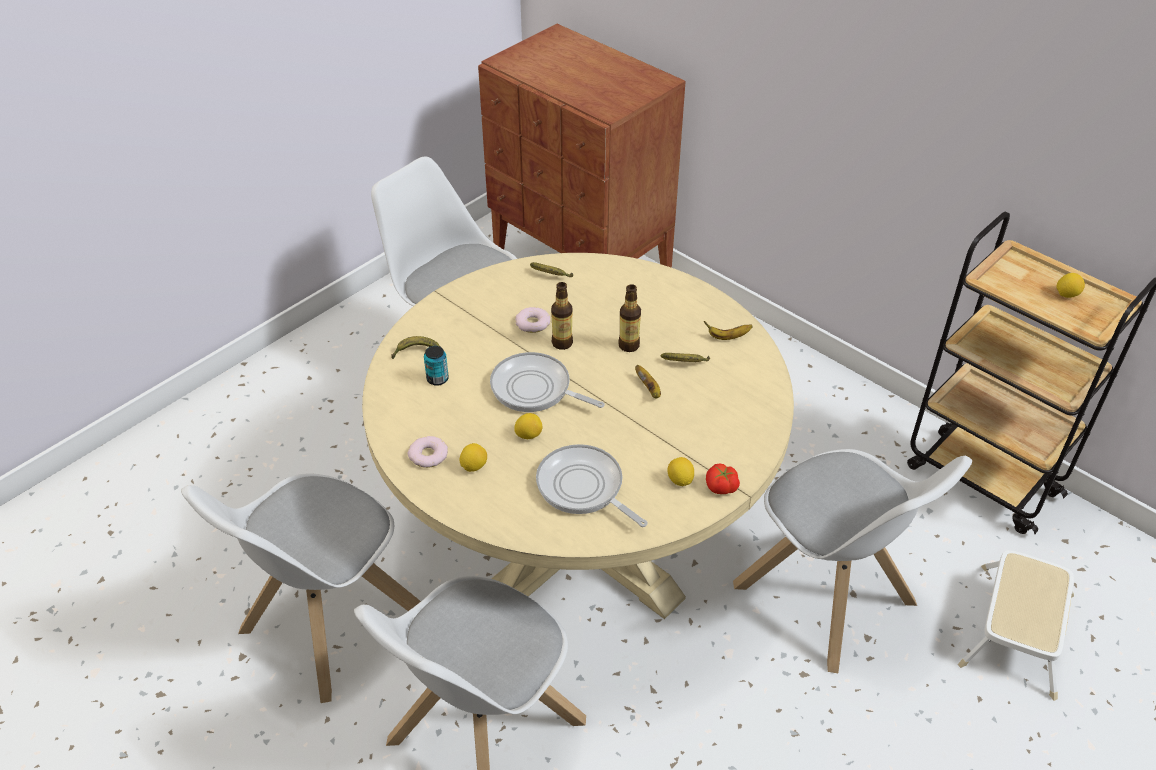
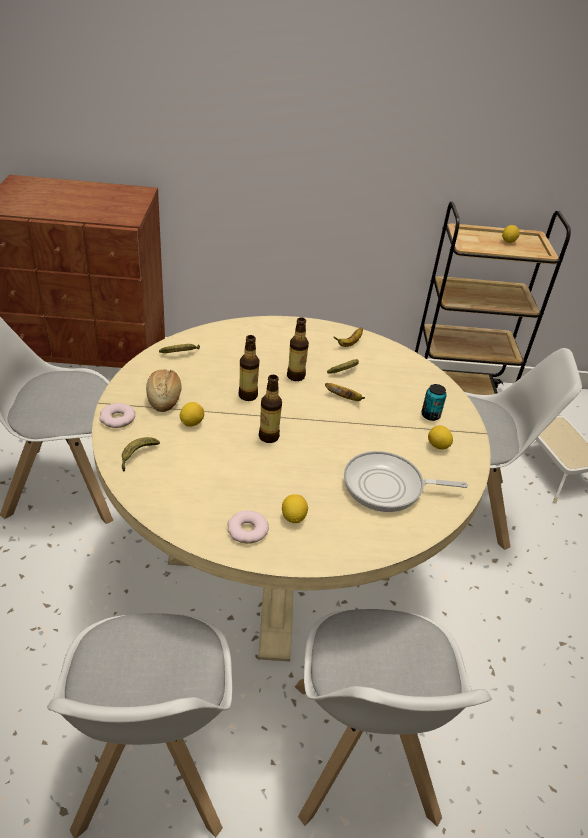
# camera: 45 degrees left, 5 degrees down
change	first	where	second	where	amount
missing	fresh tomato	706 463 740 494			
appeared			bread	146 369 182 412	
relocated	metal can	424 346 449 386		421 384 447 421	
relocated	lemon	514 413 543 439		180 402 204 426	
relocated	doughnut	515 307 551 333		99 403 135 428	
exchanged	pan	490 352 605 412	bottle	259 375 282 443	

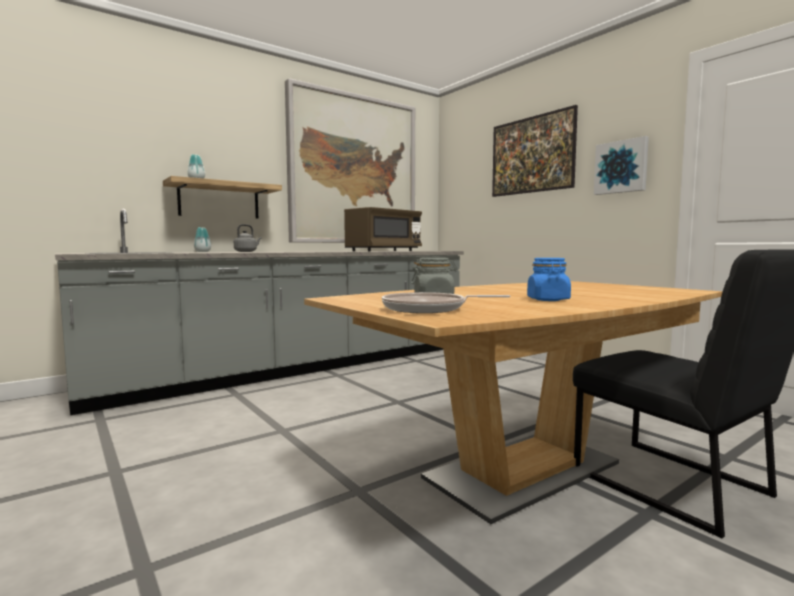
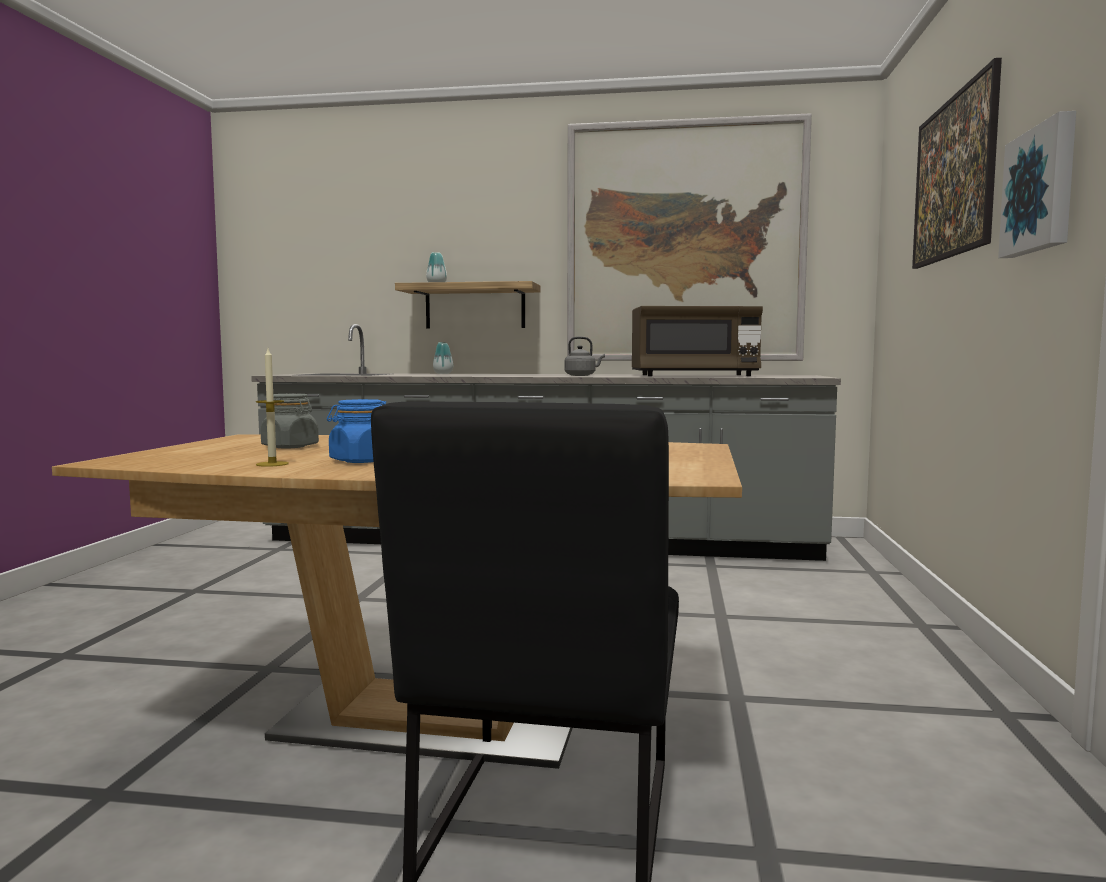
# camera: 45 degrees right, 0 degrees up
change	first	where	second	where	amount
missing	pan	382 292 510 313			
appeared			wax light	256 349 289 467	
relocated	gray tea kettle	234 224 262 252		564 337 605 376	

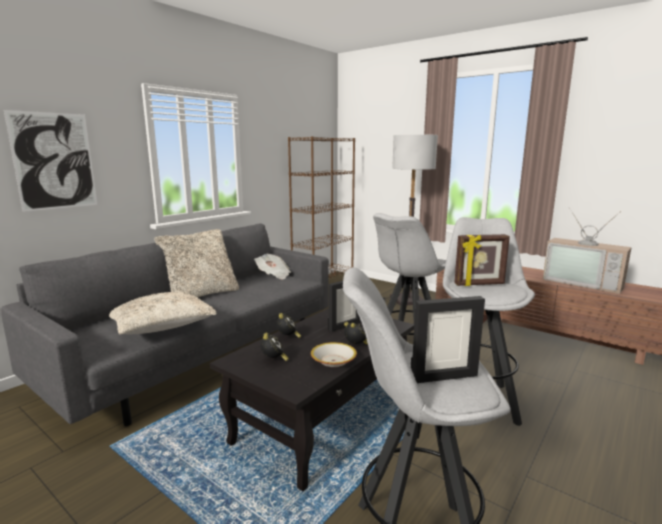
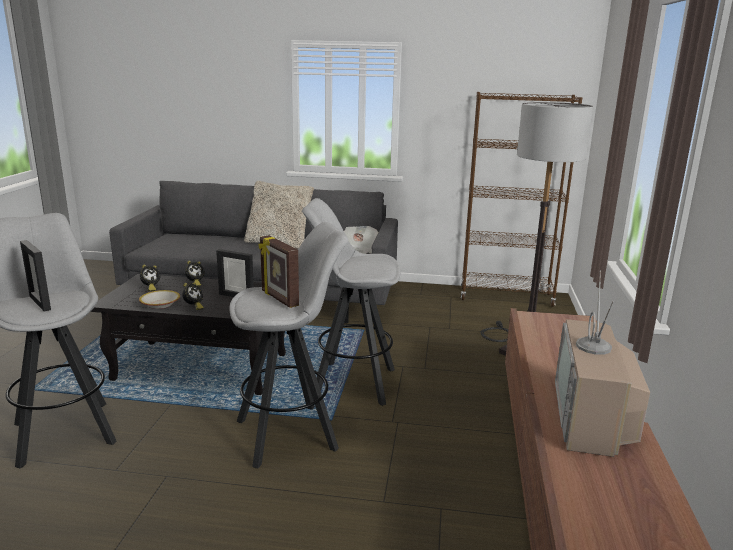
# camera: 60 degrees right, 5 degrees up
change	first	where	second	where	amount
missing	picture	4 110 97 212			
missing	beige pillow	109 292 216 334			

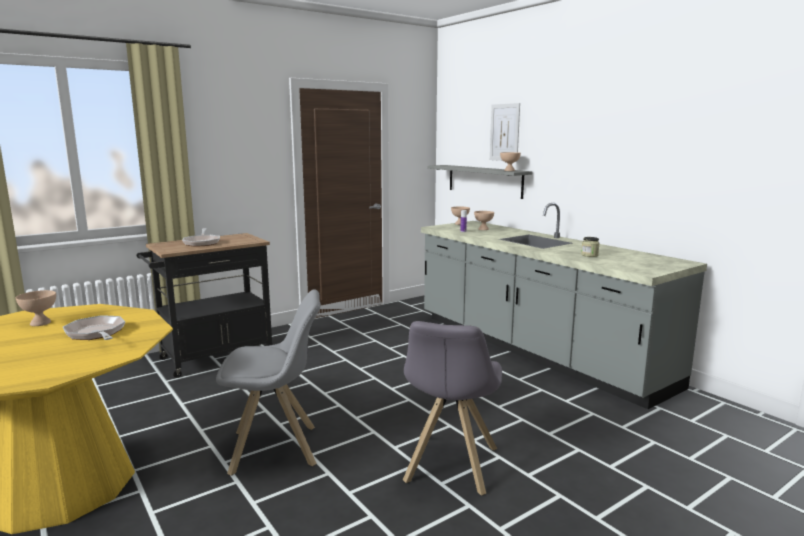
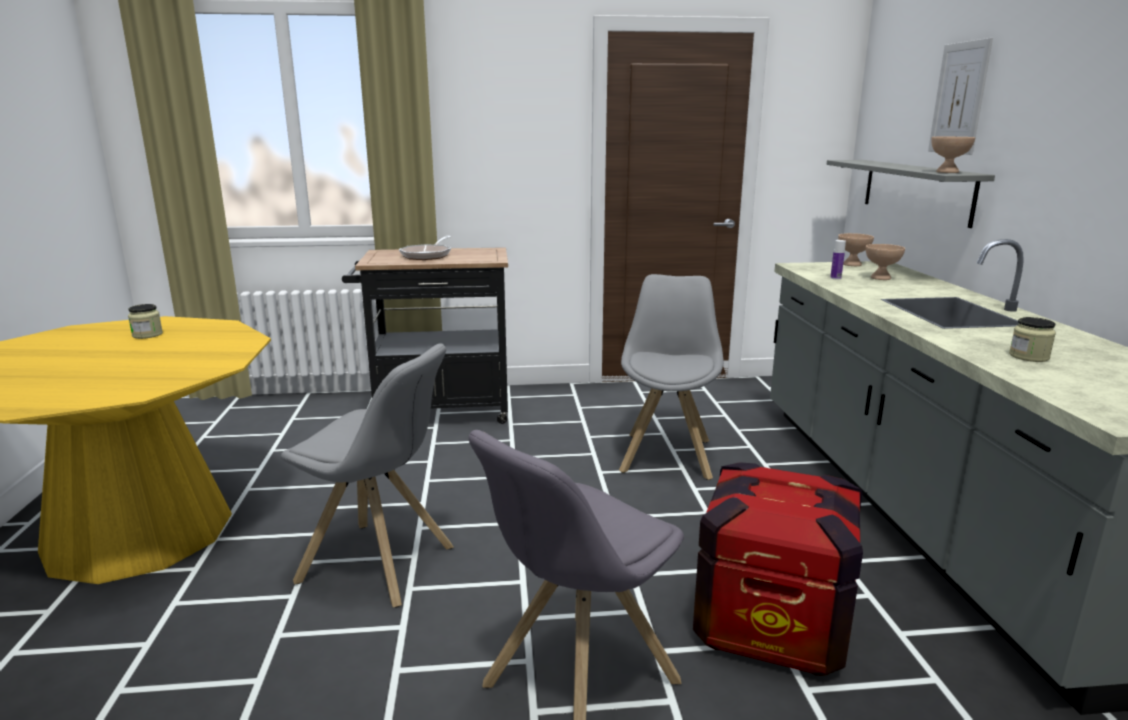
# camera: 30 degrees right, 5 degrees up
change	first	where	second	where	amount
missing	pan	63 315 125 340			
appeared			gray plain chair	619 274 724 480	
appeared			shipping crate	693 462 863 675	
exchanged	beige deep dish	16 290 56 326	preserve jar	128 304 163 339	

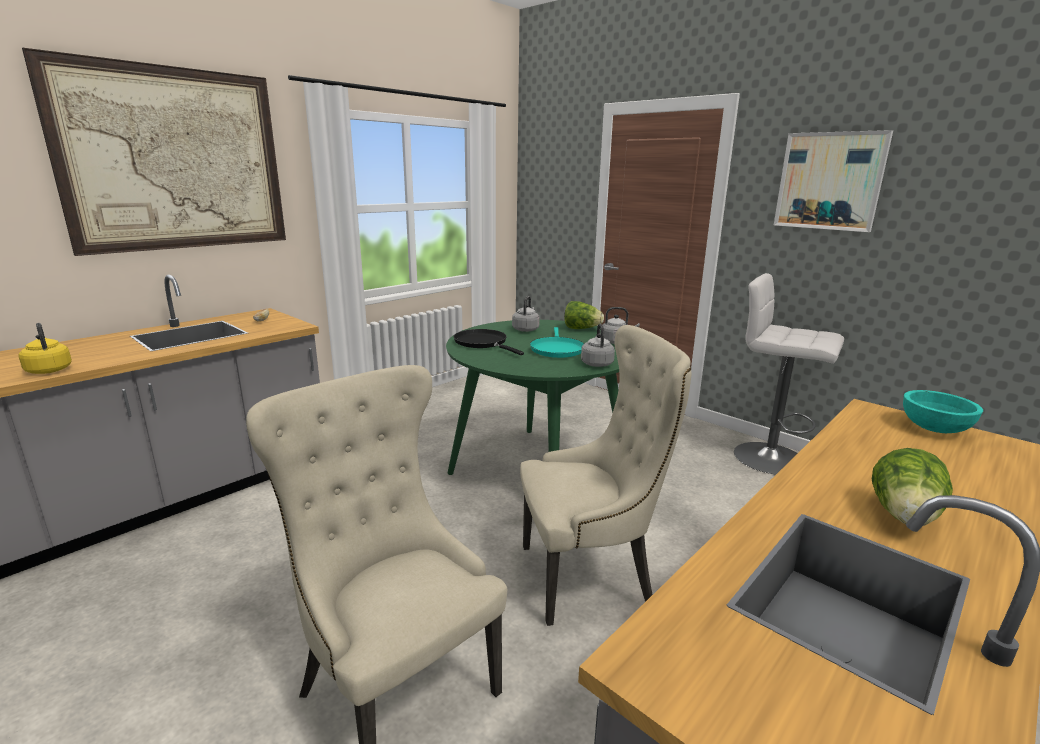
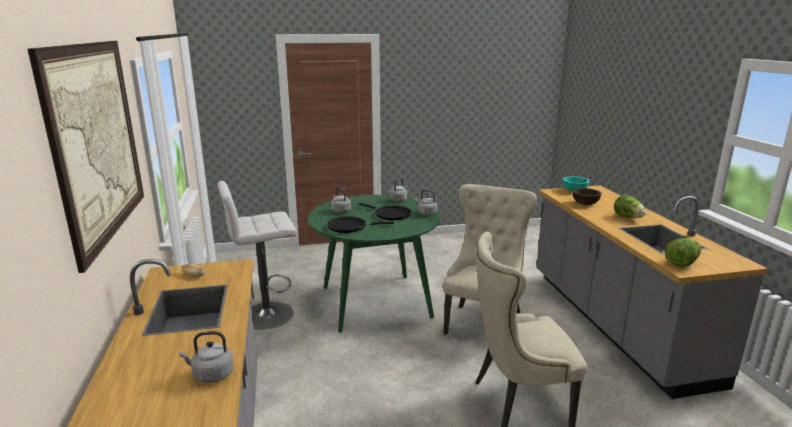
# camera: 55 degrees left, 0 degrees up
change	first	where	second	where	amount
missing	picture	774 130 893 232			
appeared			brown-coloured deep dish	573 188 602 205	
relocated	lettuce head	564 301 604 329		665 238 701 267	
relocated	whitish stool	734 273 844 475		218 181 297 330	
colour	yellow tea kettle	19 323 72 374	gray tea kettle	179 331 234 383	
colour	turquoise-coloured pan	530 327 584 358	black-coloured pan	358 203 412 220	

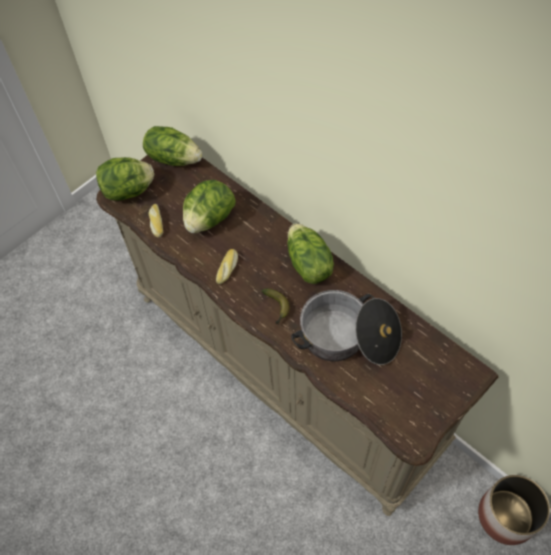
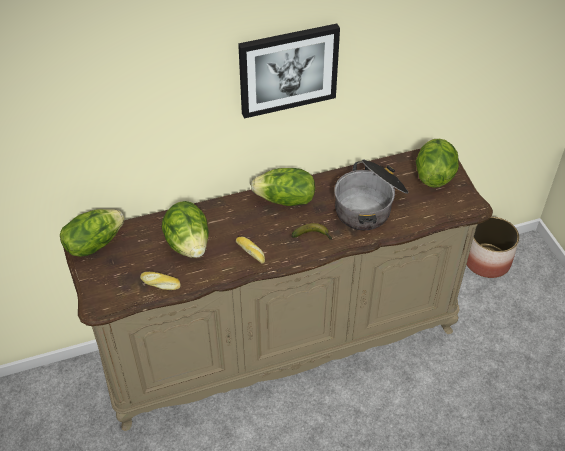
# camera: 65 degrees left, 10 degrees down
change	first	where	second	where	amount
appeared			picture	238 24 340 119	
relocated	lettuce head	96 157 154 201		416 139 459 188	

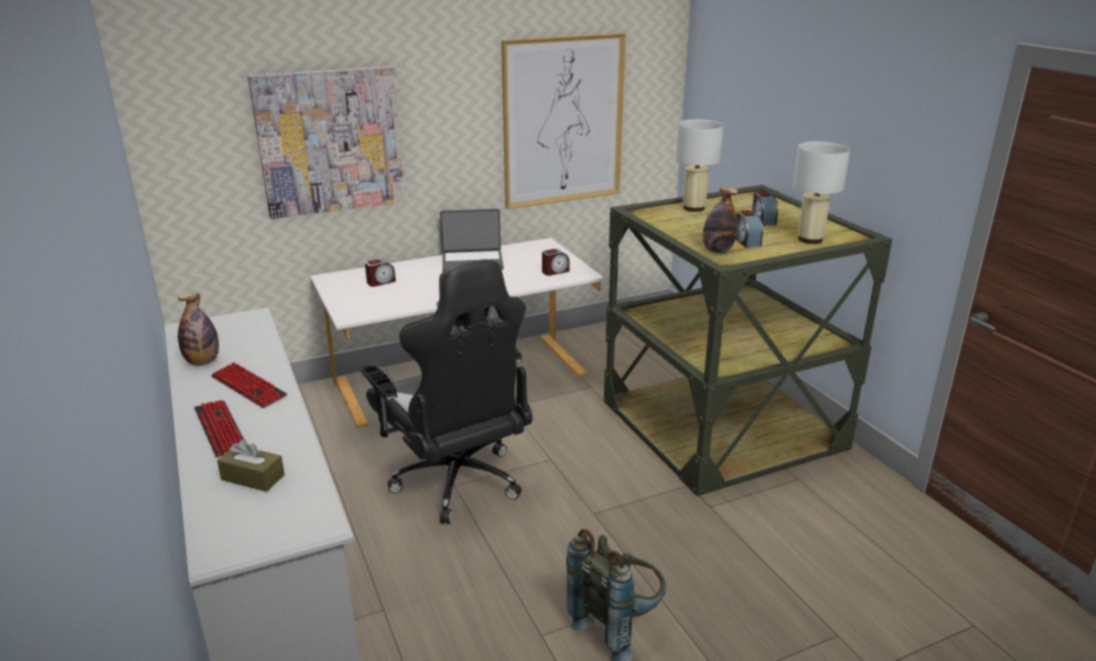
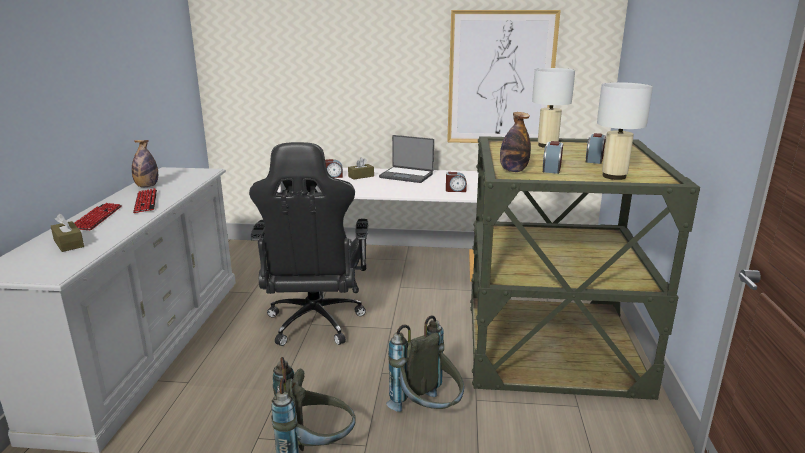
# camera: 30 degrees right, 5 degrees down
change	first	where	second	where	amount
missing	picture	248 66 405 219			
appeared			brown-coloured tissue holder	348 157 374 180	
appeared			gray knapsack	386 315 464 412	

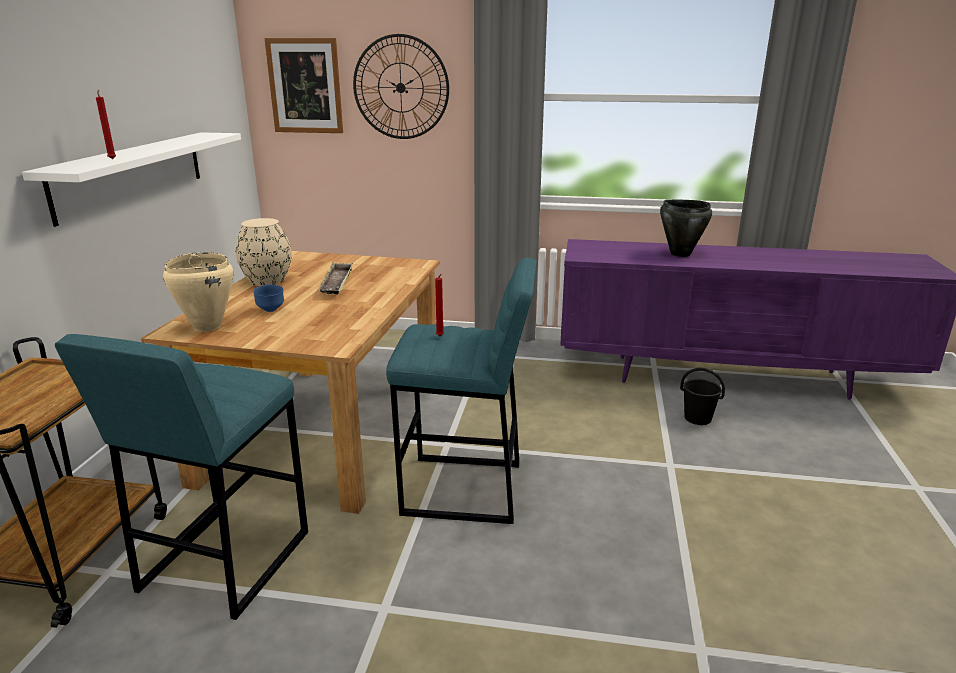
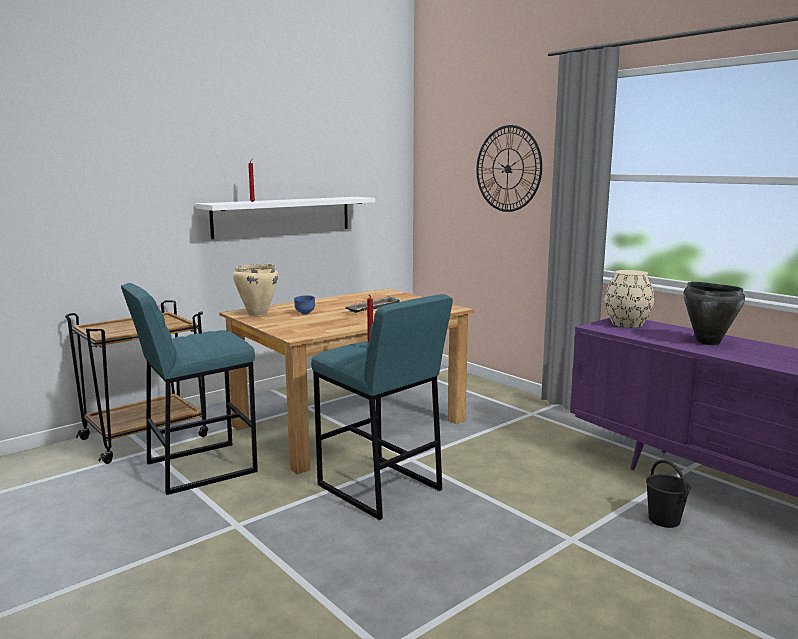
# camera: 40 degrees right, 10 degrees down
change	first	where	second	where	amount
missing	picture	265 38 343 133			
relocated	beige vase	236 218 292 286		605 270 654 328	

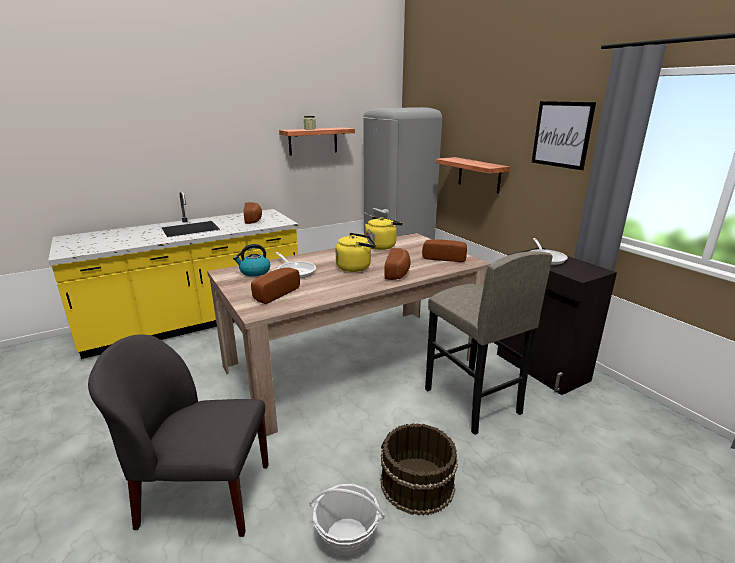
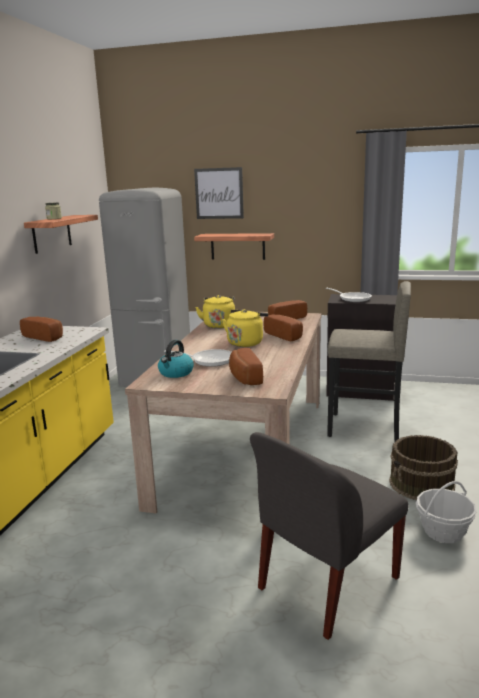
# camera: 45 degrees left, 5 degrees down
change	first	where	second	where	amount
relocated	picture	532 101 596 170		194 167 244 219	

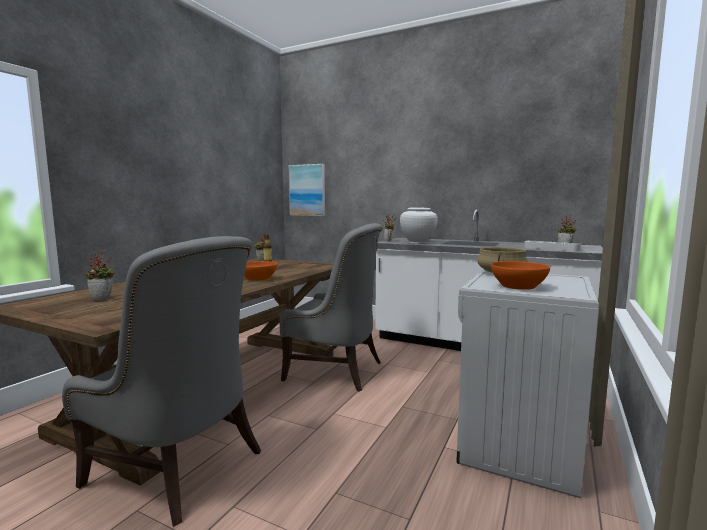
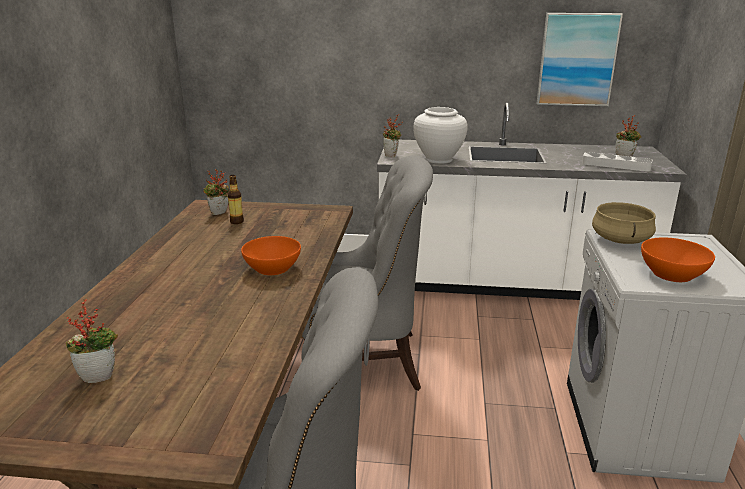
# camera: 20 degrees left, 15 degrees up
change	first	where	second	where	amount
relocated	picture	289 164 325 216		537 13 623 106	

